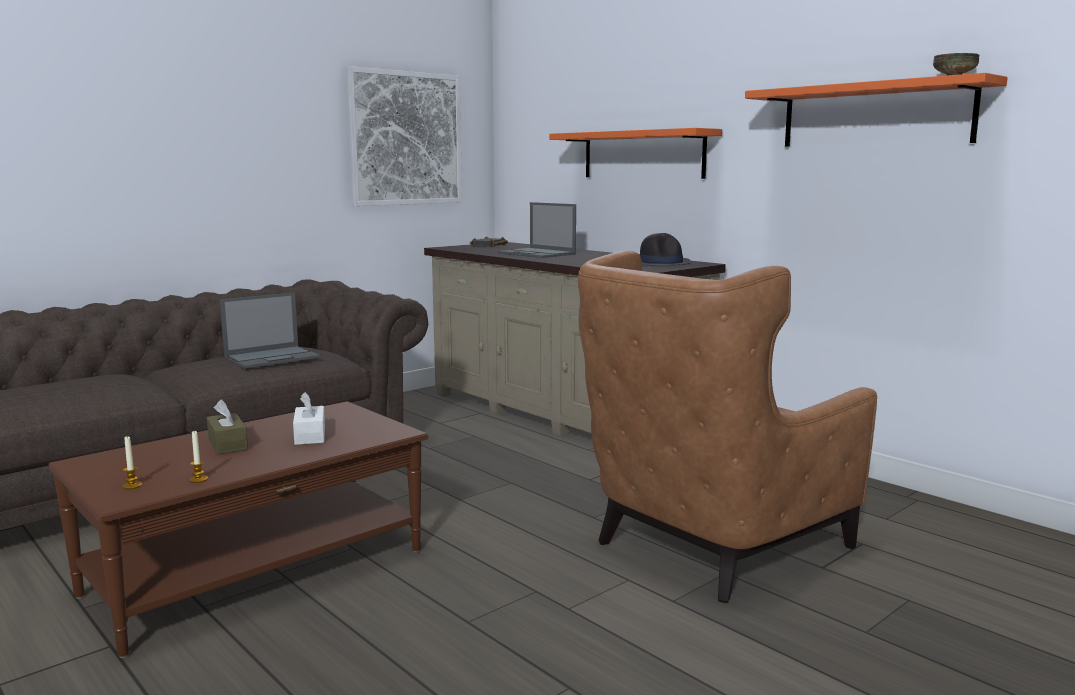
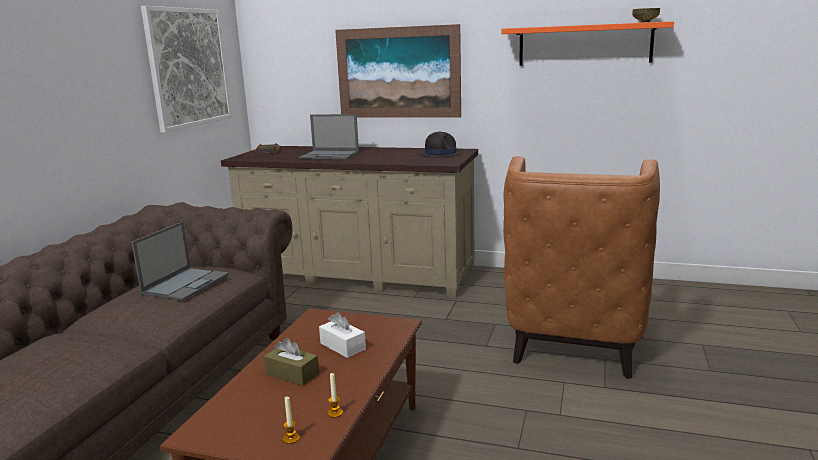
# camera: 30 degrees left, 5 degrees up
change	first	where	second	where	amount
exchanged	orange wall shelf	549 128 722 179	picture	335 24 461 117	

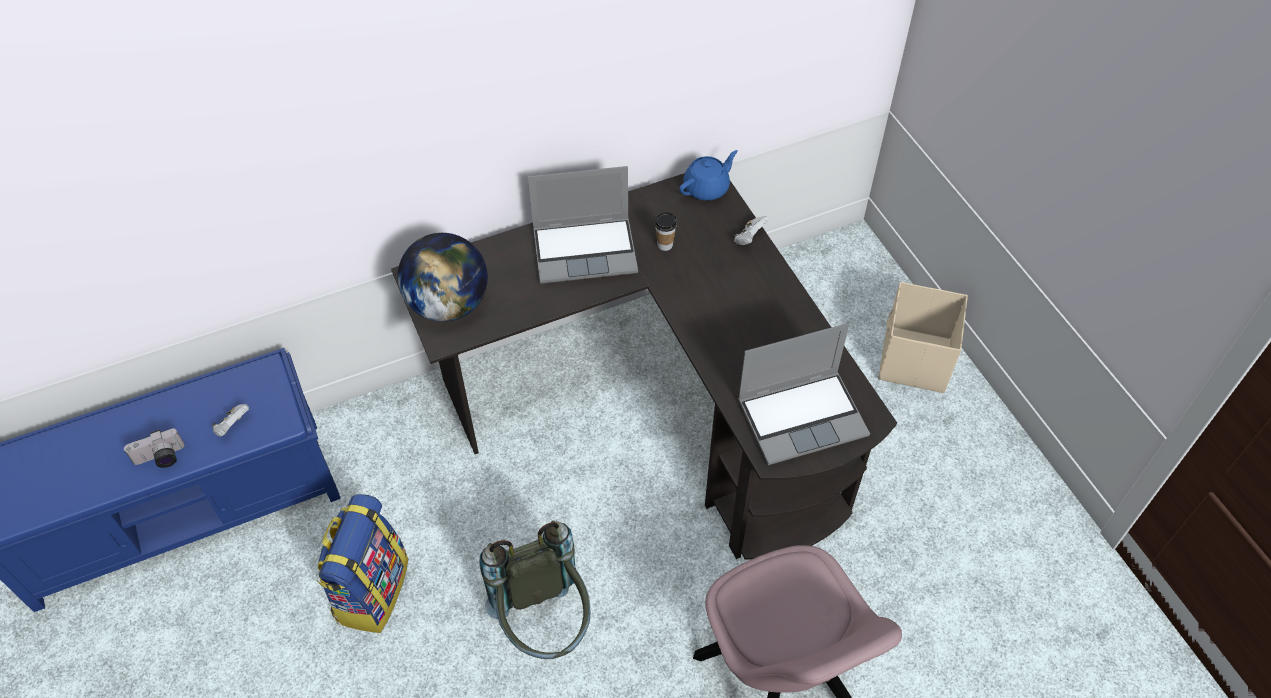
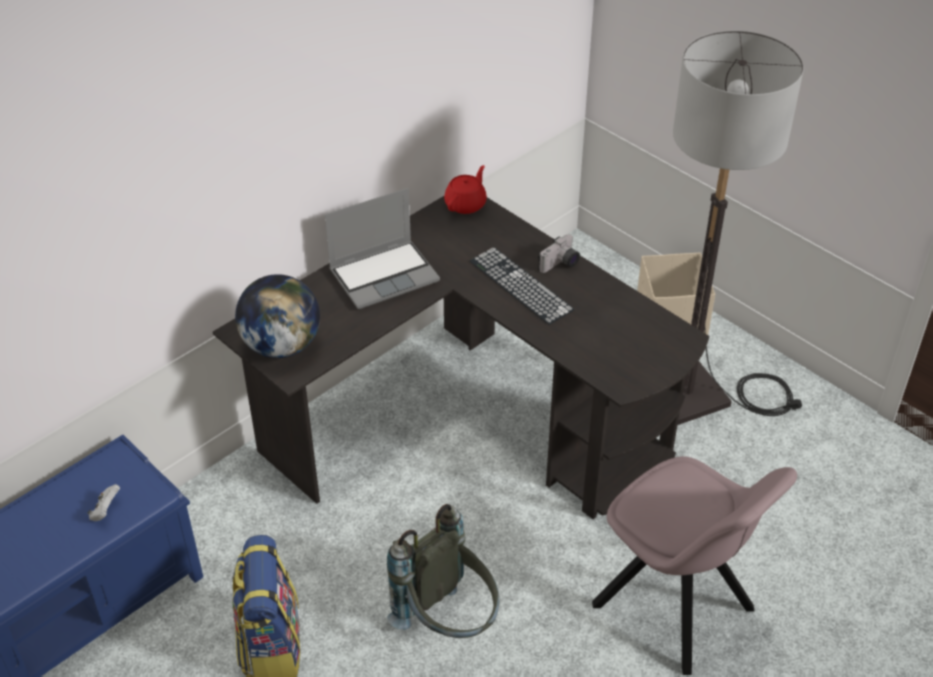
# camera: 20 degrees left, 10 degrees down
change	first	where	second	where	amount
missing	cup	655 212 677 251			
missing	whitish gamepad	734 216 769 245			
missing	notebook computer	738 323 870 465			
appeared			computer keyboard	470 247 575 325	
appeared			standing lamp	673 31 804 425	
relocated	photo camera	124 428 185 468		538 234 580 273	
colour	blue-coloured teapot	679 150 738 201	reddish teapot	444 165 487 214	

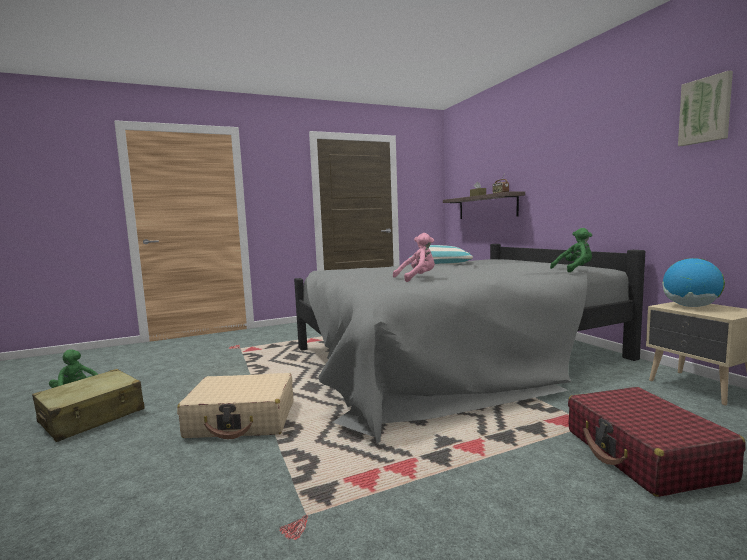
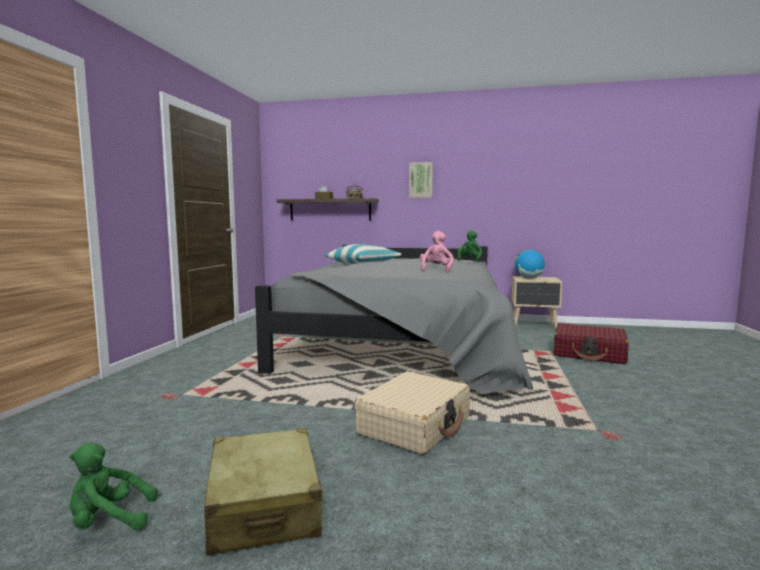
# camera: 55 degrees left, 0 degrees up
change	first	where	second	where	amount
relocated	picture	678 70 733 146		409 162 433 198	

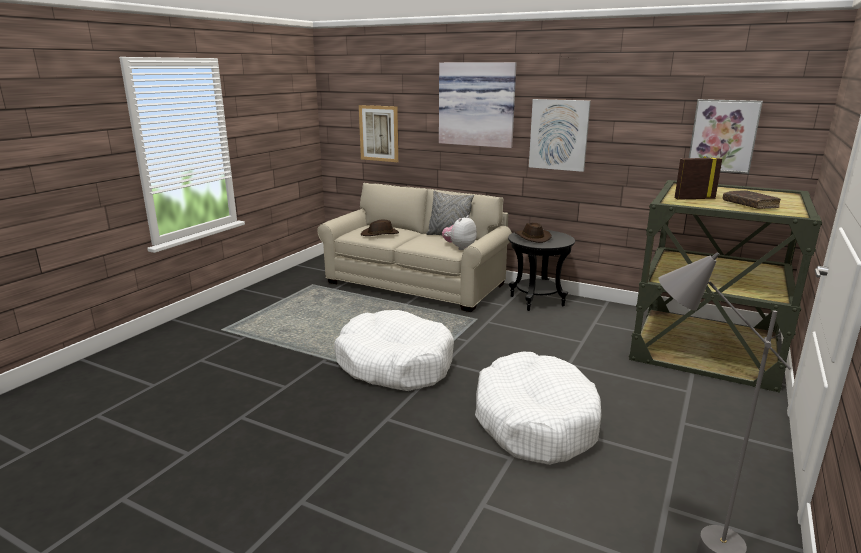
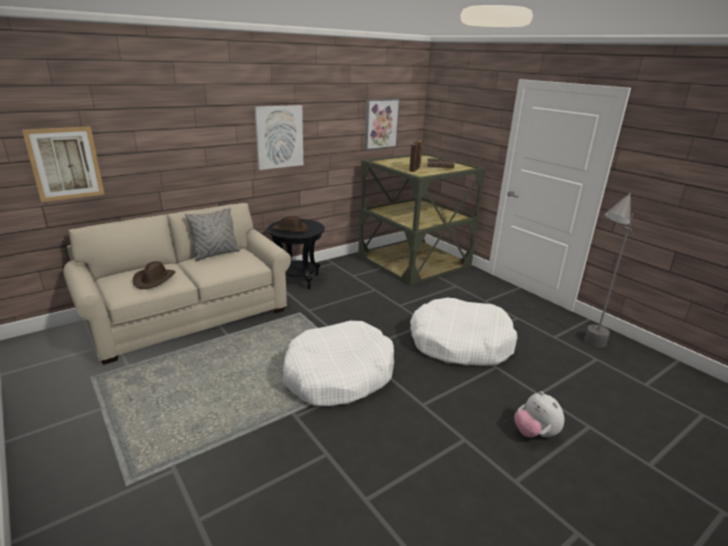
# camera: 65 degrees left, 5 degrees up
change	first	where	second	where	amount
missing	picture	439 62 516 148			
relocated	cuddly toy	442 215 477 250		514 391 565 437	

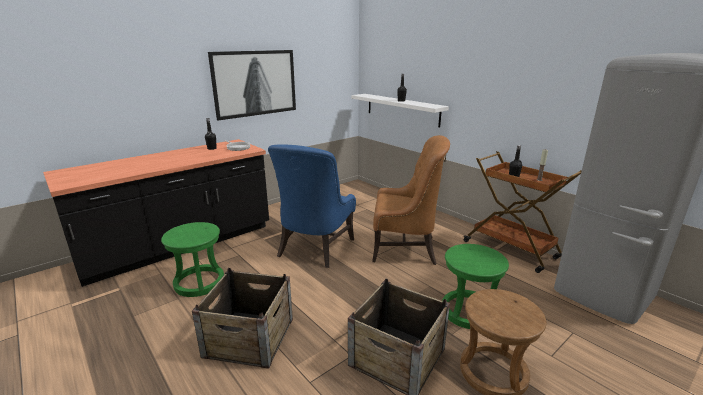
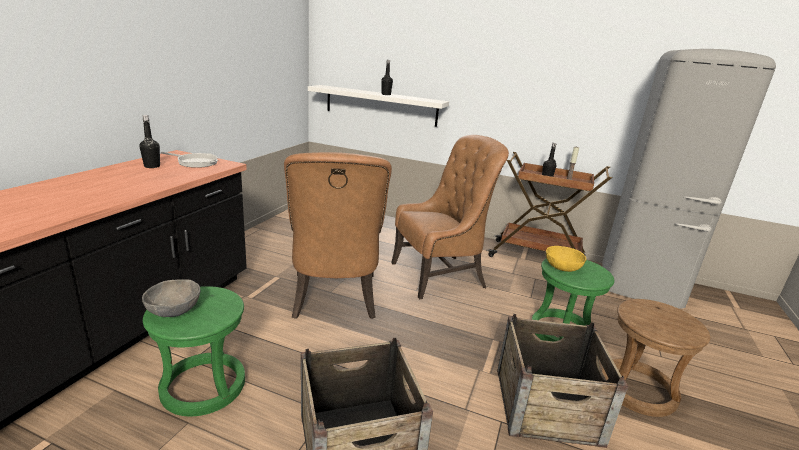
# camera: 30 degrees left, 0 degrees up
change	first	where	second	where	amount
missing	picture	208 50 296 120			
appeared			gray deep dish	142 279 200 317	
appeared			yellow deep dish	546 246 586 272	
colour	blue-coloured plain chair	268 145 356 268	brown-coloured plain chair	284 152 392 319	

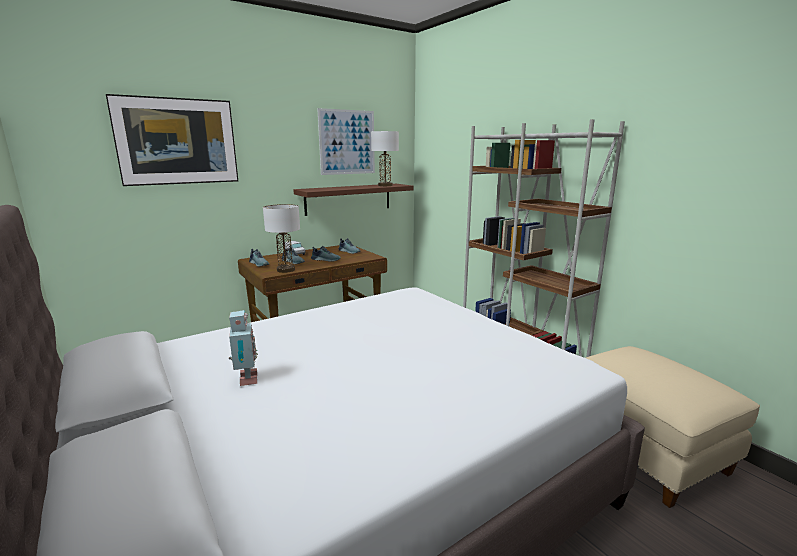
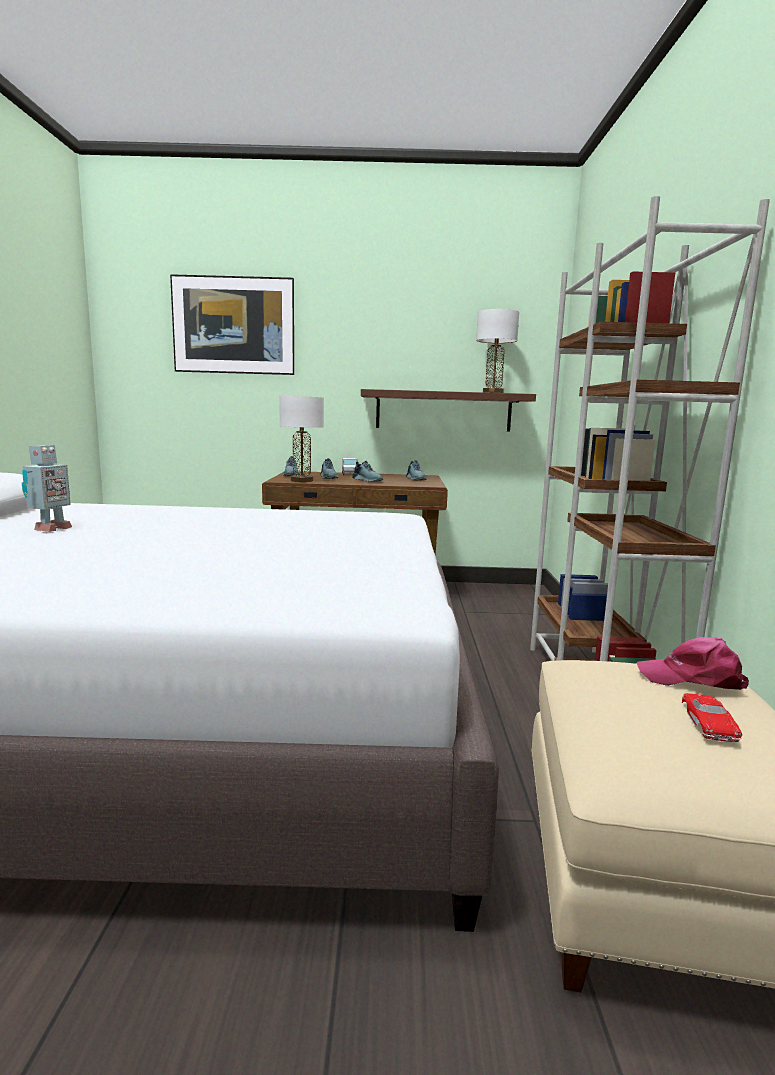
# camera: 35 degrees right, 5 degrees down
change	first	where	second	where	amount
missing	picture	317 108 375 175			
appeared			pinkish peaked cap	637 637 749 690	
appeared			reddish toy car	682 693 742 742	

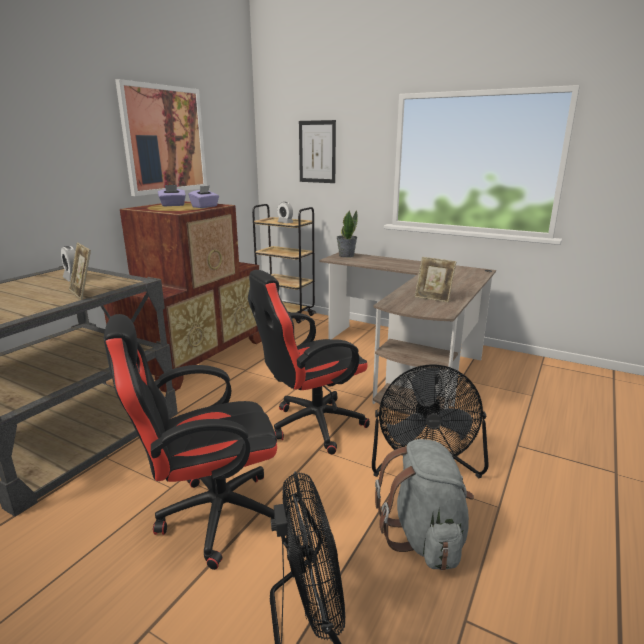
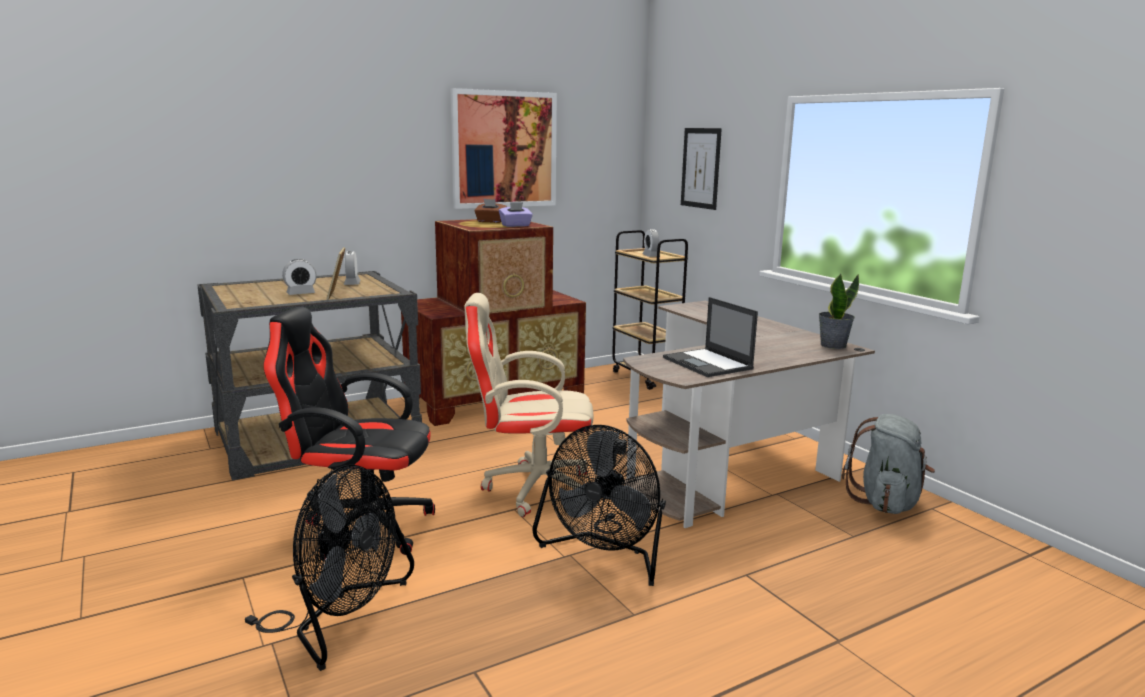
# camera: 30 degrees right, 5 degrees down
change	first	where	second	where	amount
appeared			bedside clock	282 259 317 295	
relocated	houseplant	337 210 358 258		819 273 859 349	
relocated	gray knapsack	375 439 474 570		842 414 935 514	
exchanged	photo frame	415 257 456 302	notebook computer	663 297 758 377	
colour	purplish tissue holder	158 185 186 206	brown-coloured tissue holder	474 199 507 223	
colour	black-coloured computer chair	248 270 370 454	beige computer chair	464 293 594 517	

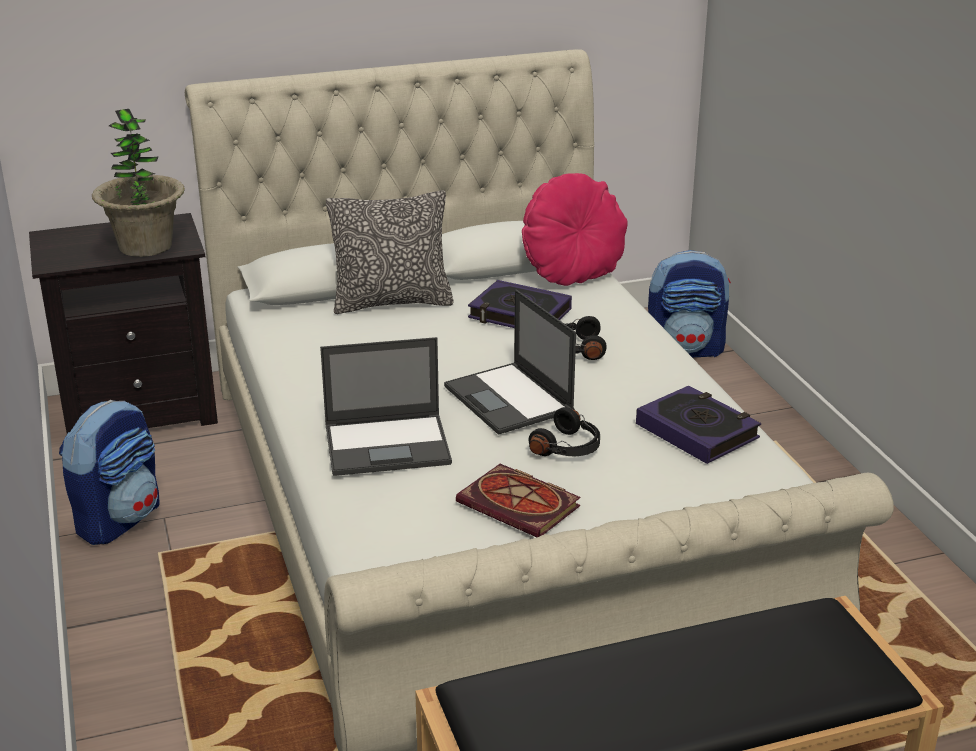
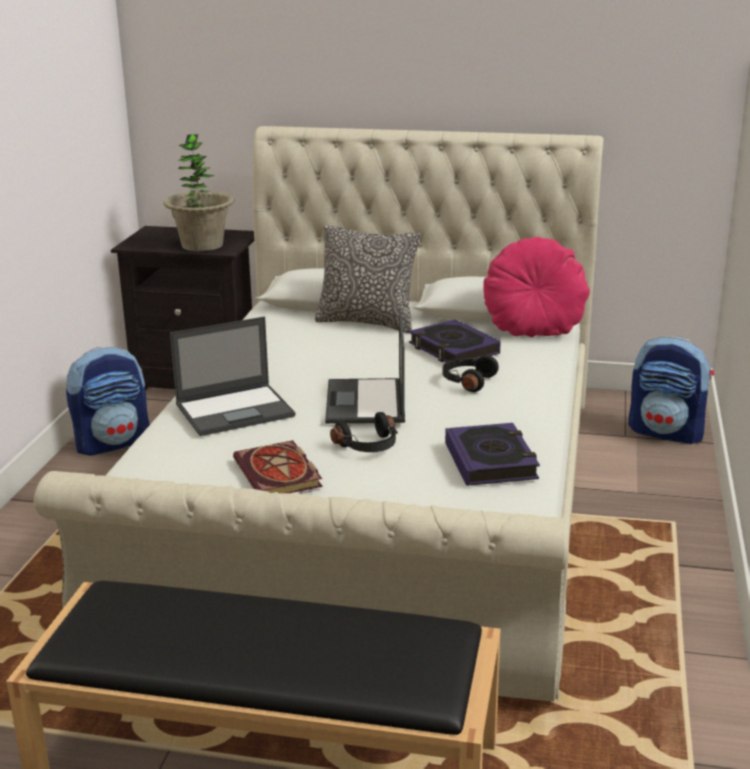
# camera: 30 degrees right, 5 degrees down
change	first	where	second	where	amount
spun	notebook computer	320 337 452 476		170 316 295 436	45 degrees counterclockwise

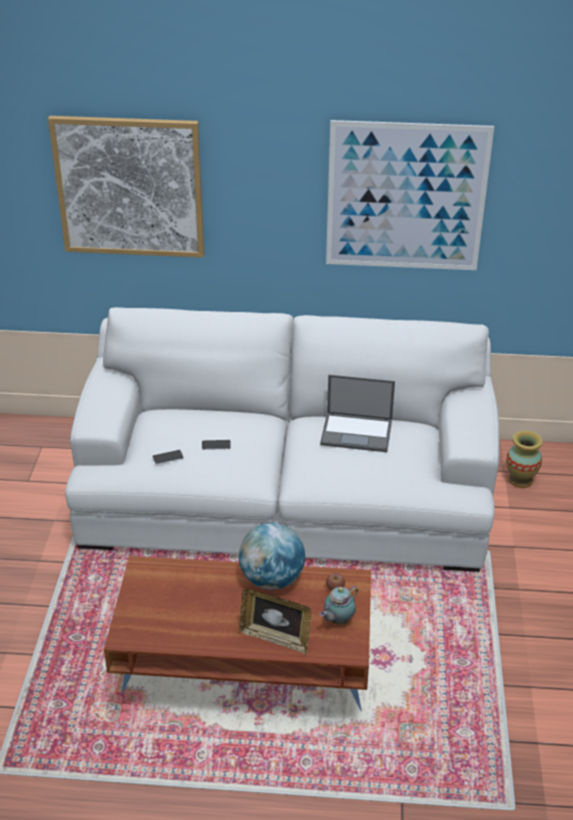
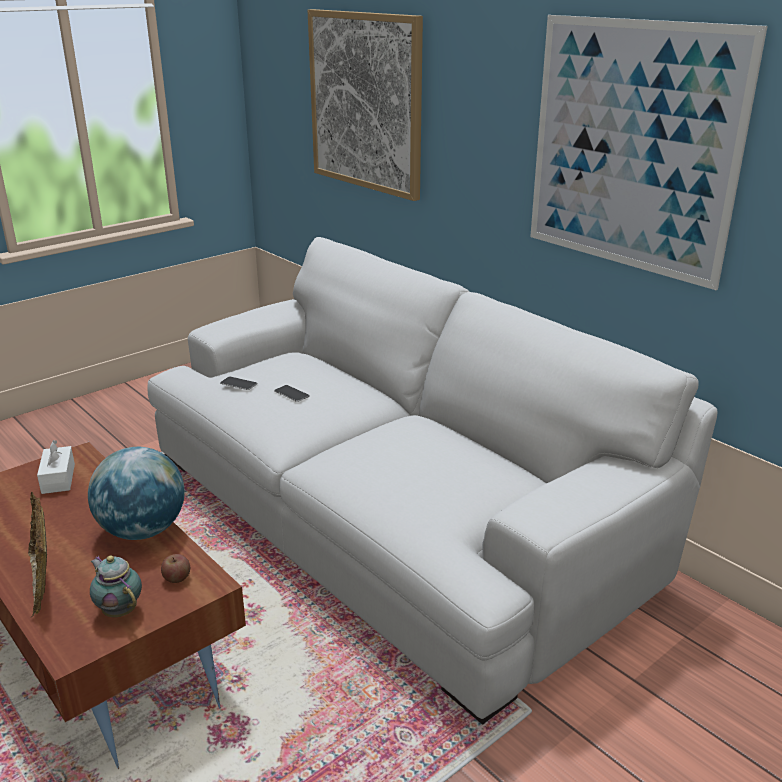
# camera: 45 degrees right, 10 degrees down
change	first	where	second	where	amount
missing	notebook computer	320 375 395 452			
missing	vase	506 431 543 488			
appeared			whitish tissue holder	37 440 75 494	
spun	teapot	320 585 358 625		90 556 142 617	45 degrees clockwise

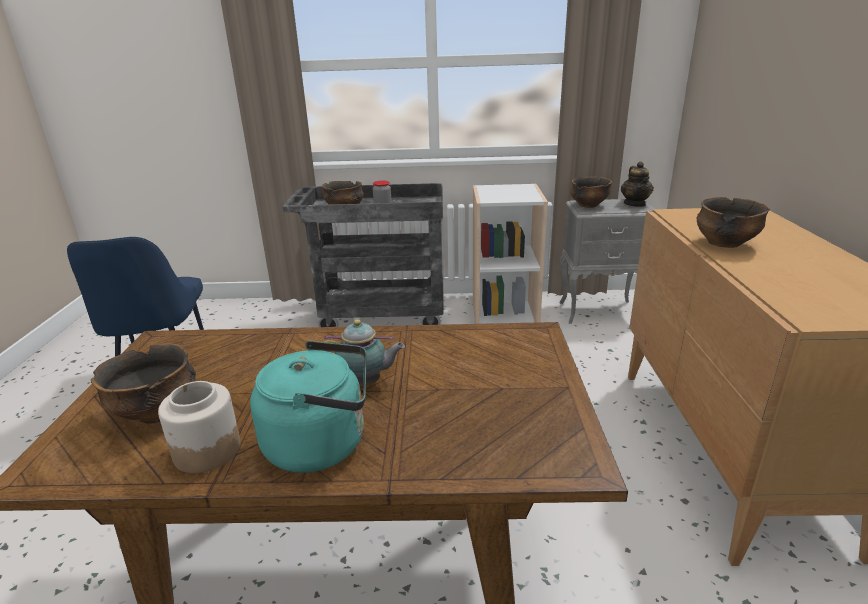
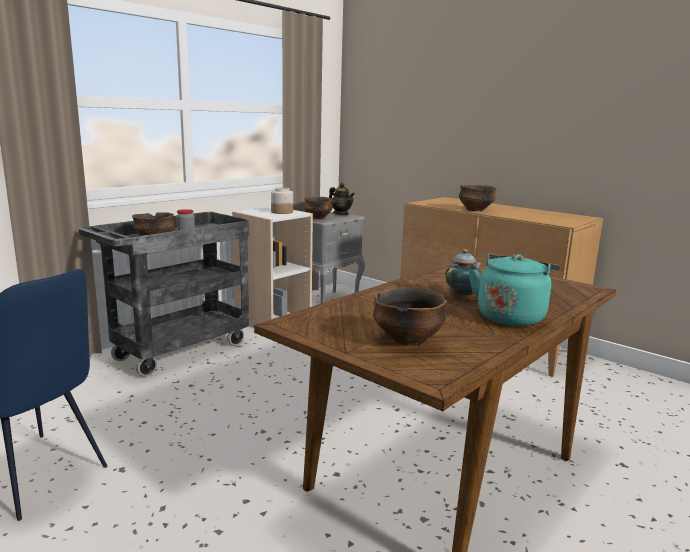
# camera: 50 degrees left, 10 degrees down
change	first	where	second	where	amount
relocated	preserve jar	158 381 241 473		271 187 293 214	

